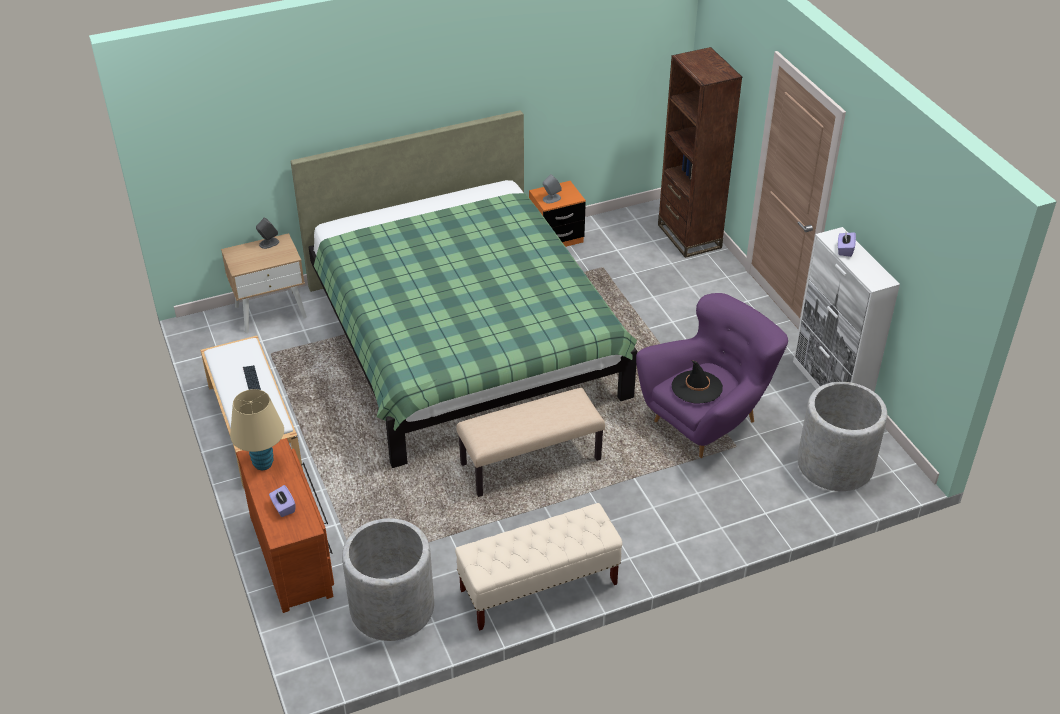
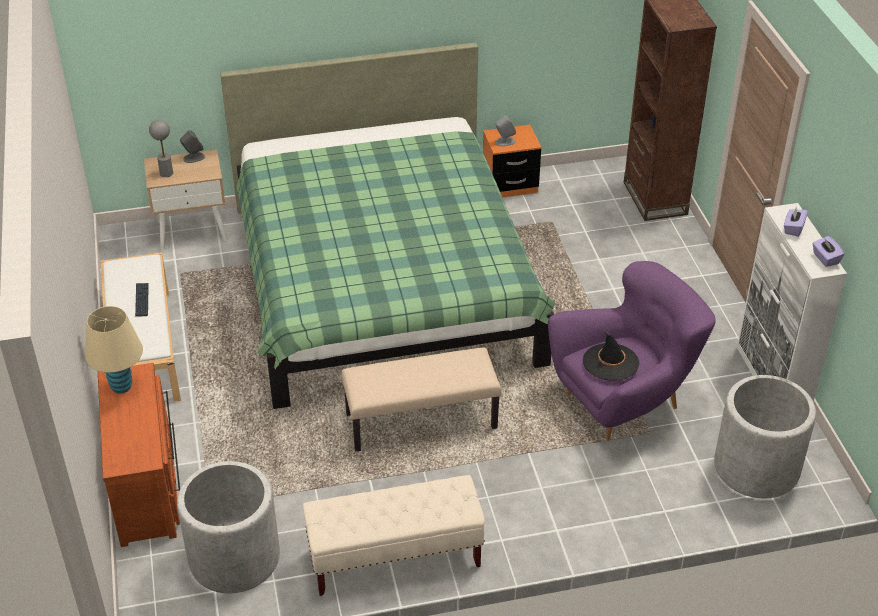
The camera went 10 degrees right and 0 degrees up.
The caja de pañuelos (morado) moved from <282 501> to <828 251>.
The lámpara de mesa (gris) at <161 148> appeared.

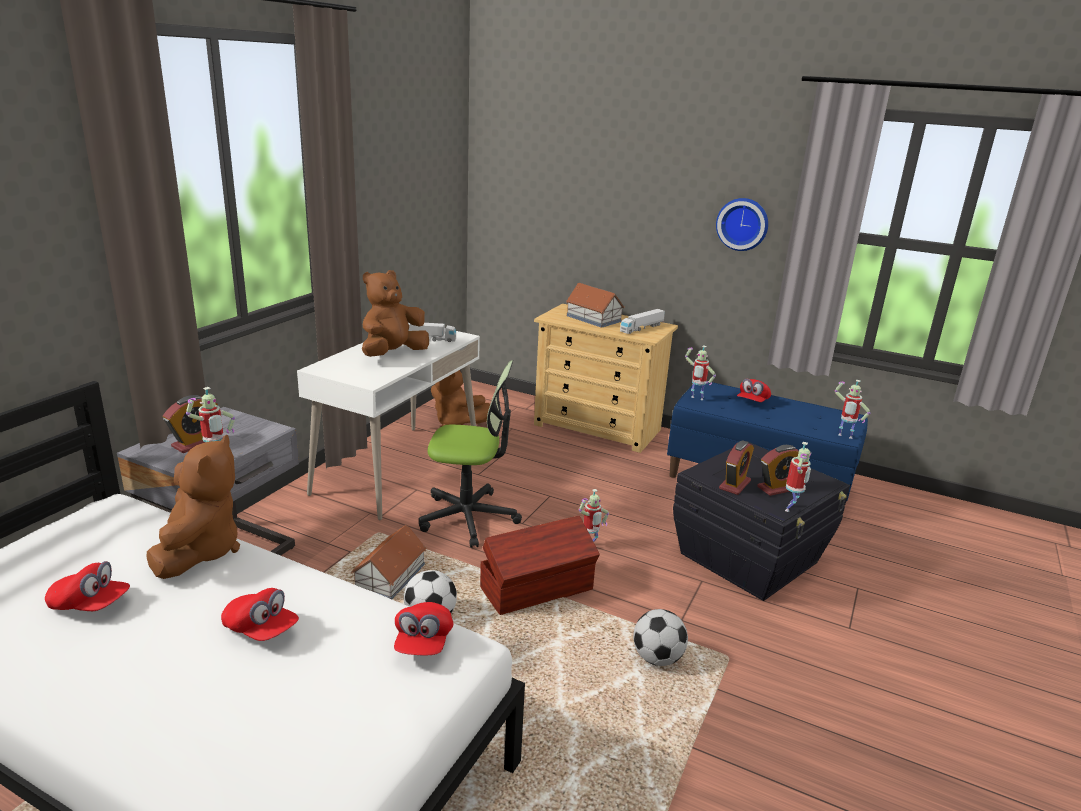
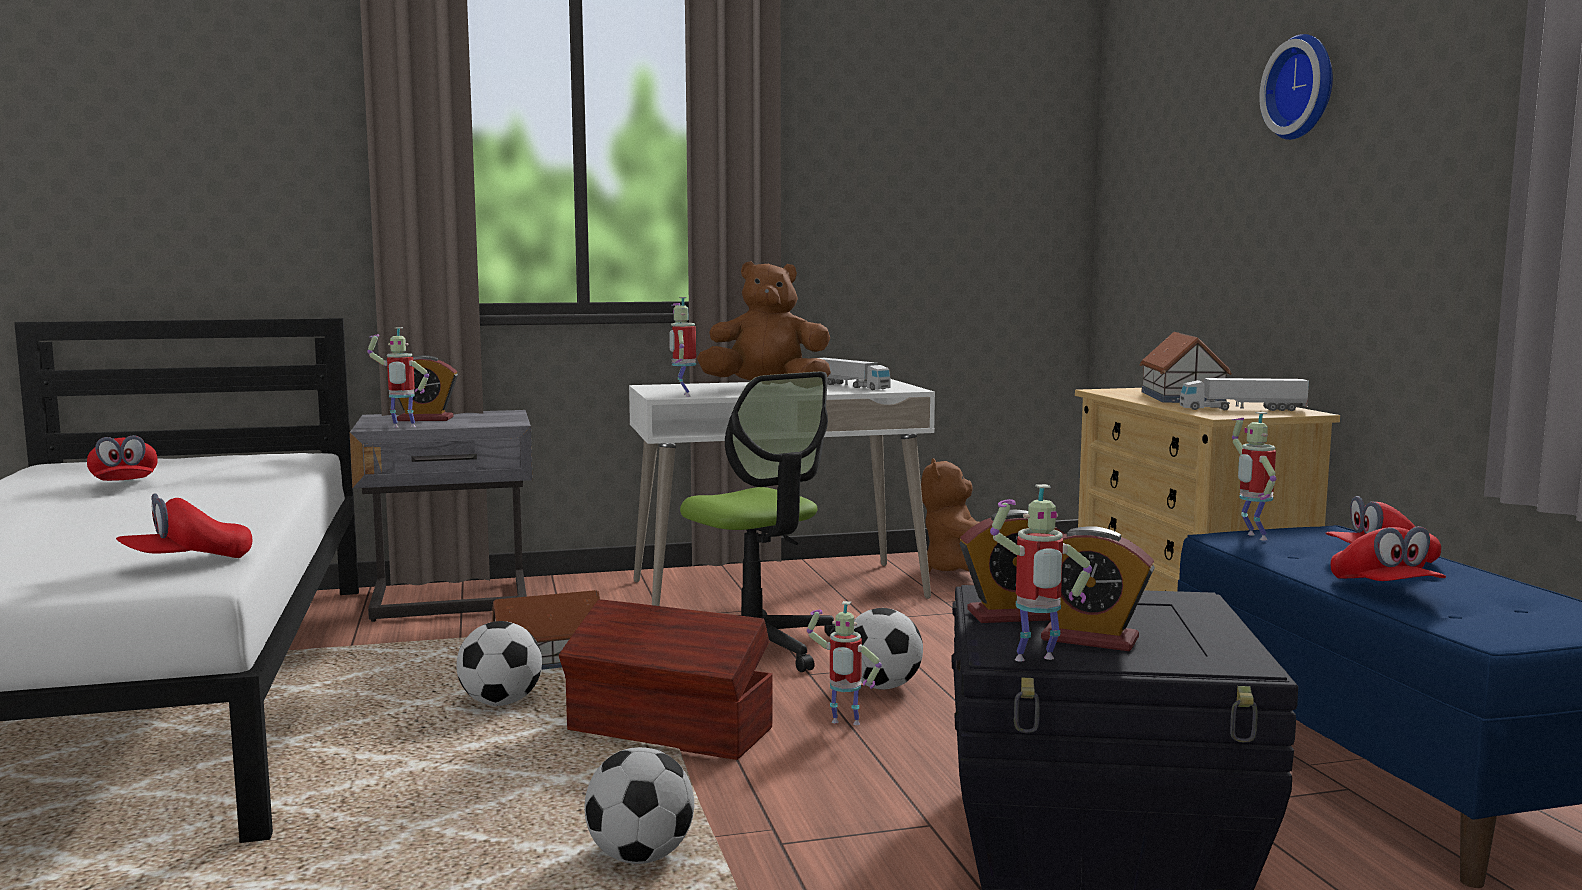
The camera went 50 degrees right and 15 degrees down.
The reloj de pared moved from <742 224> to <1296 87>.
The robot de juguete moved from <852 409> to <682 347>.
The peluche (marrón) at <193 507> disappeared.
The gorra (rojo) moved from <260 614> to <1388 553>.
The balón de fútbol at <888 648> appeared.

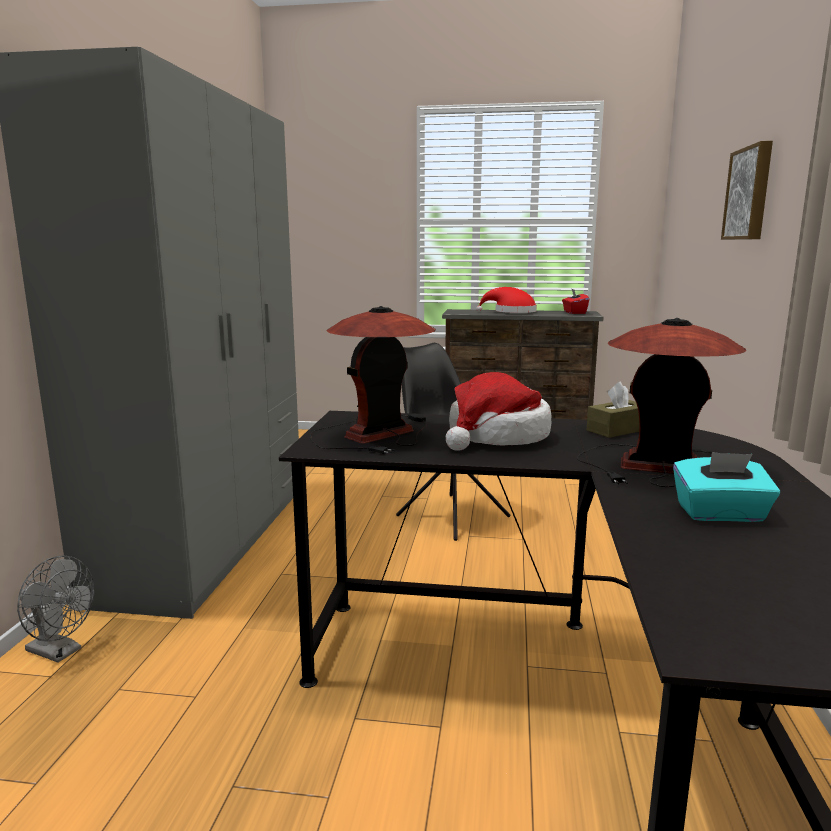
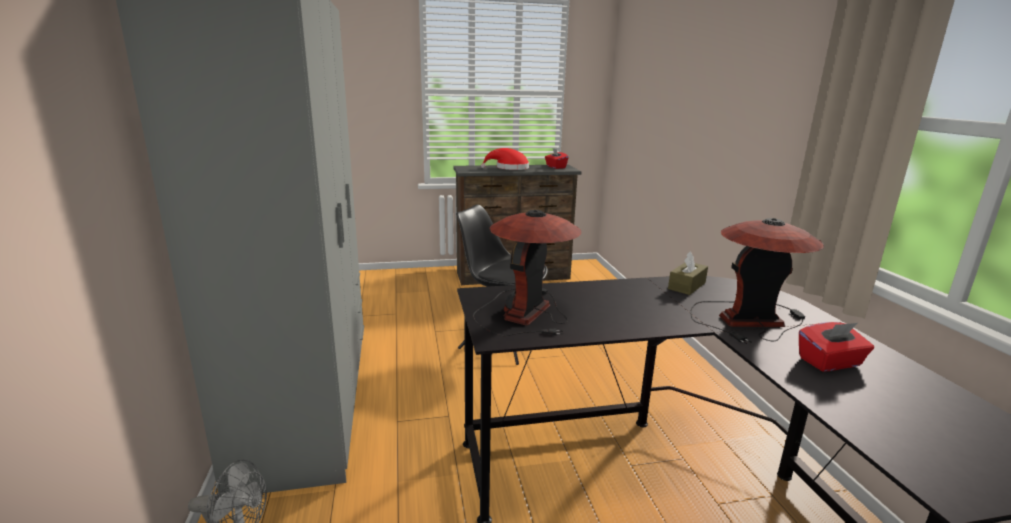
The camera went 20 degrees left and 5 degrees up.
The cuadro at <747 190> disappeared.
The sombrero at <498 411> disappeared.
The caja de pañuelos (turquesa) at <726 487> became the caja de pañuelos (rojo) at <836 346>.

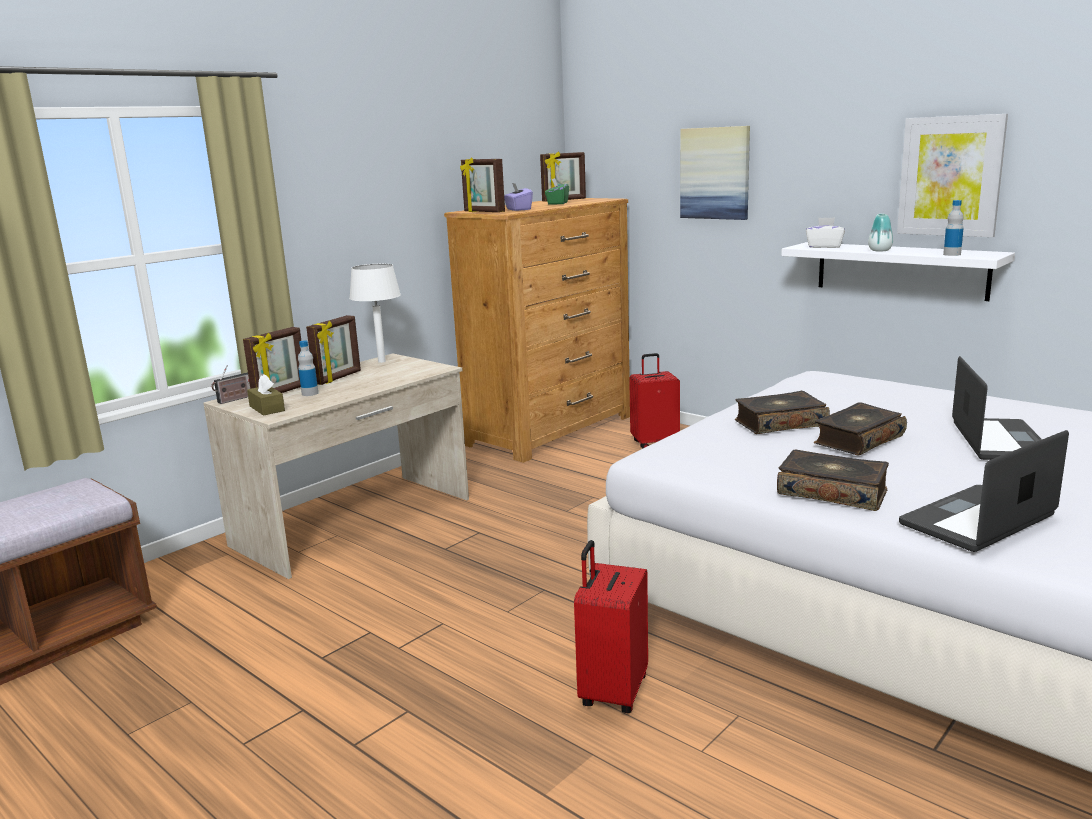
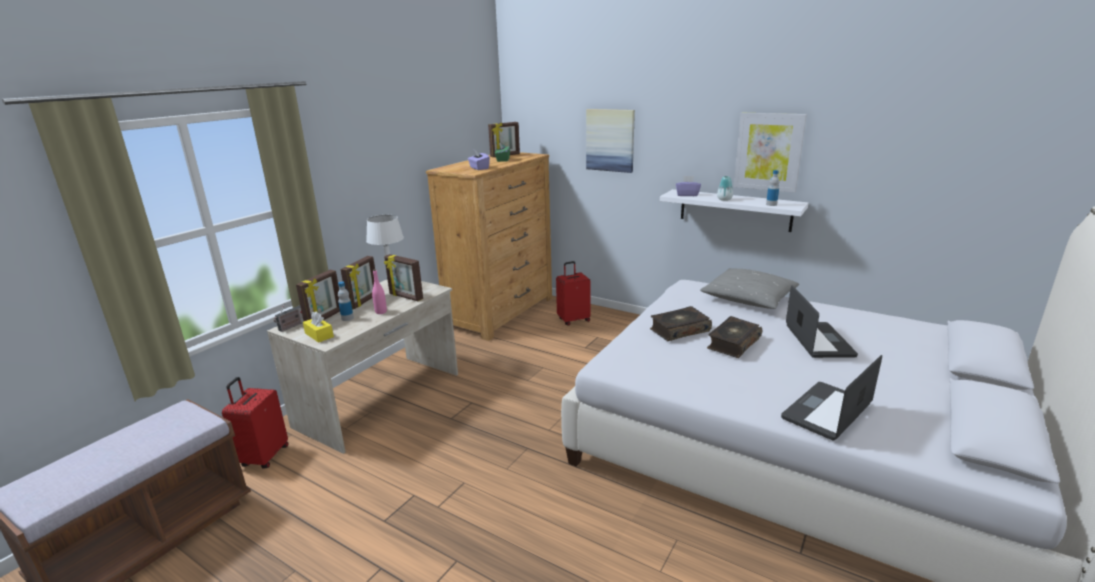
The camera went 10 degrees left and 5 degrees up.
The portarretratos moved from <482 184> to <403 277>.
The caja de pañuelos (blanco) at <825 232> became the caja de pañuelos (morado) at <688 186>.
The caja de pañuelos (marrón) at <266 395> became the caja de pañuelos (amarillo) at <318 327>.
The libro at <833 480> disappeared.
The maleta (rojo) moved from <611 626> to <255 422>.
The cojín (gris) at <749 288> appeared.
The botella (rosa) at <379 291> appeared.

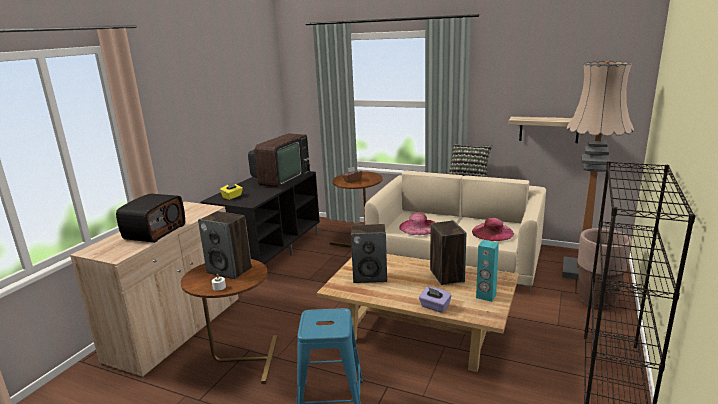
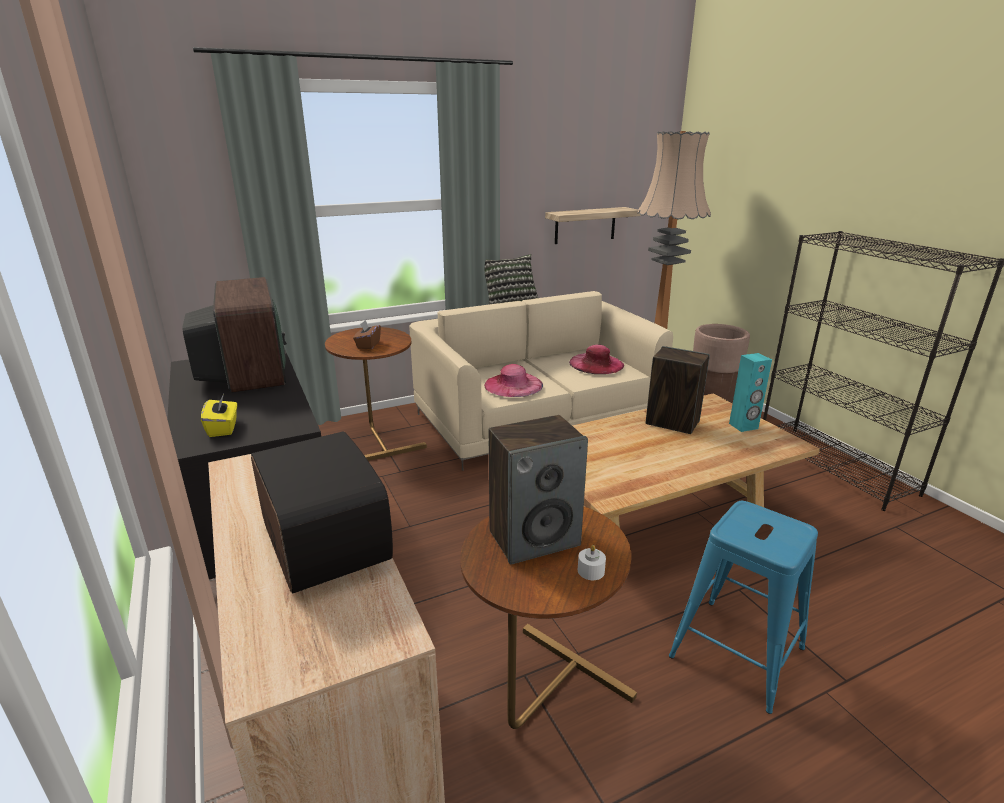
The camera went 50 degrees left and 5 degrees up.
The altavoz at <369 253> disappeared.
The caja de pañuelos (morado) at <435 300> disappeared.

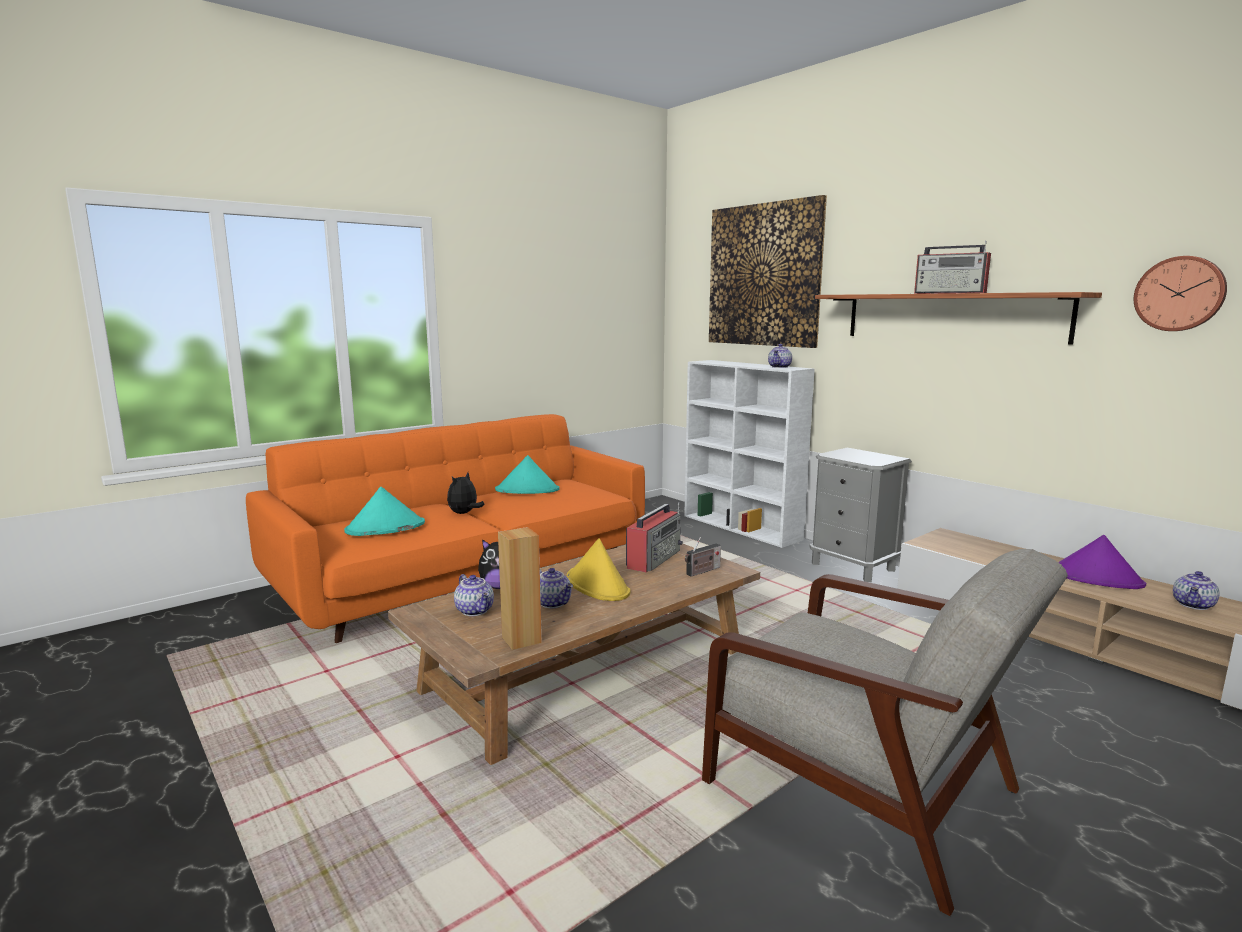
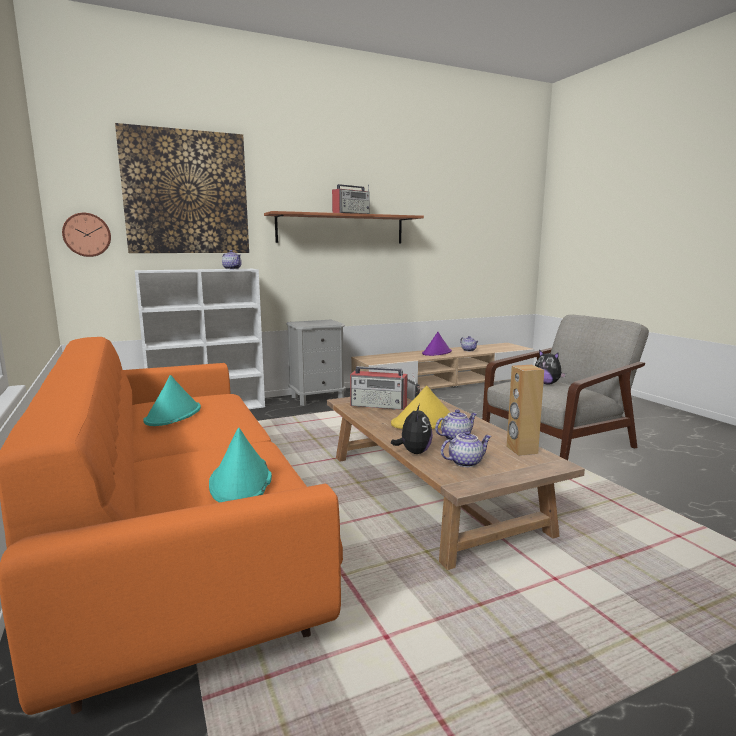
The camera went 75 degrees left and 0 degrees up.
The reloj de pared moved from <1180 293> to <86 235>.
The peluche moved from <466 493> to <550 367>.
The radio at <654 537> turned 150 degrees clockwise.

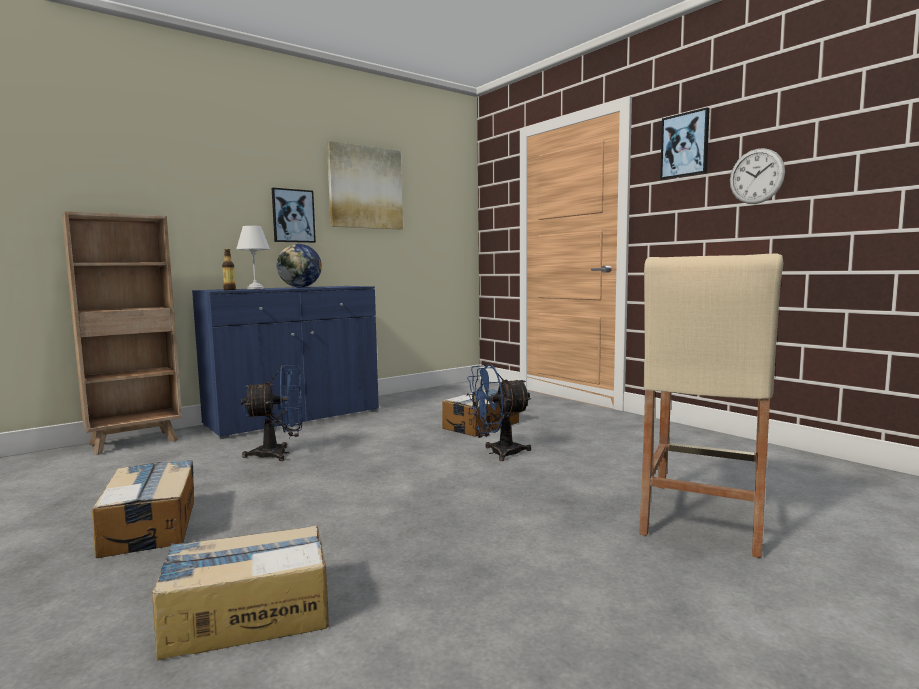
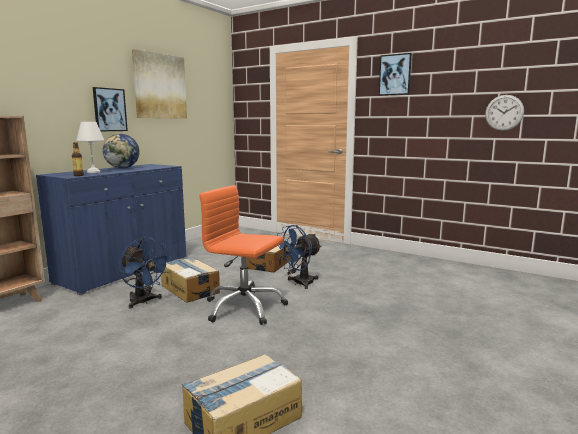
The camera went 20 degrees left and 5 degrees up.
The reloj de pared moved from <757 176> to <504 113>.
The taburete (beis) at <711 406> disappeared.
The ventilador (azul) at <271 413> turned 75 degrees clockwise.
The caja de cartón moved from <143 509> to <190 280>.
The silla de oficina (naranja) at <243 255> appeared.

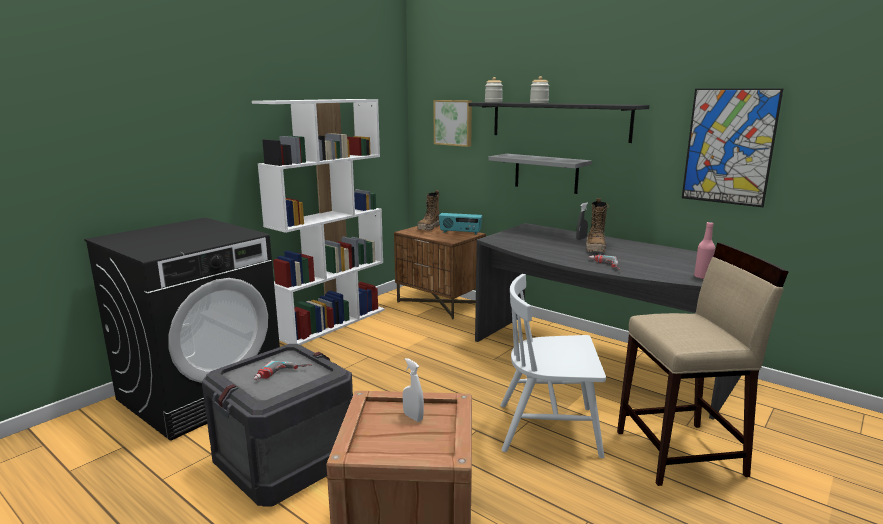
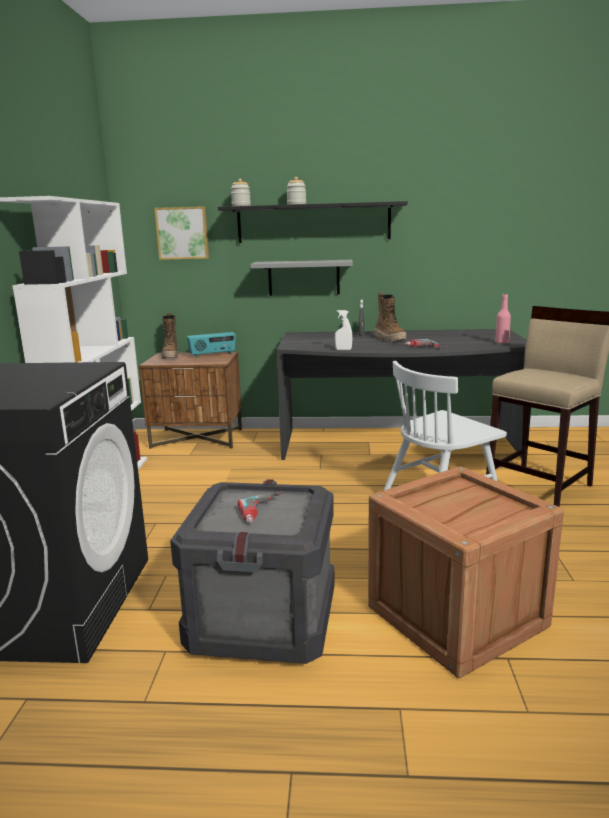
The camera went 35 degrees left and 0 degrees up.
The cuadro at <732 148> disappeared.
The pulverizador (blanco) moved from <413 390> to <343 330>.

